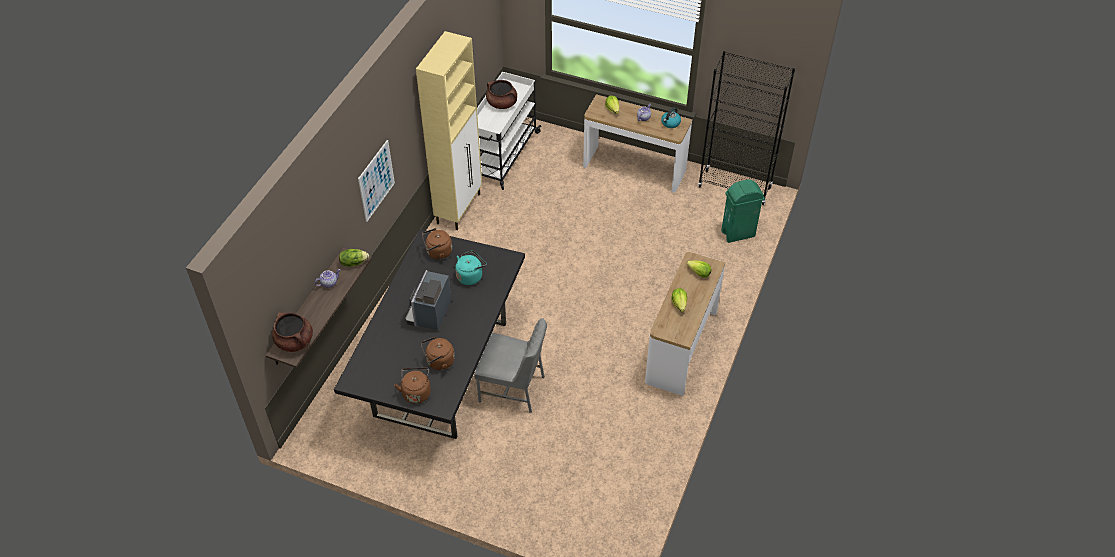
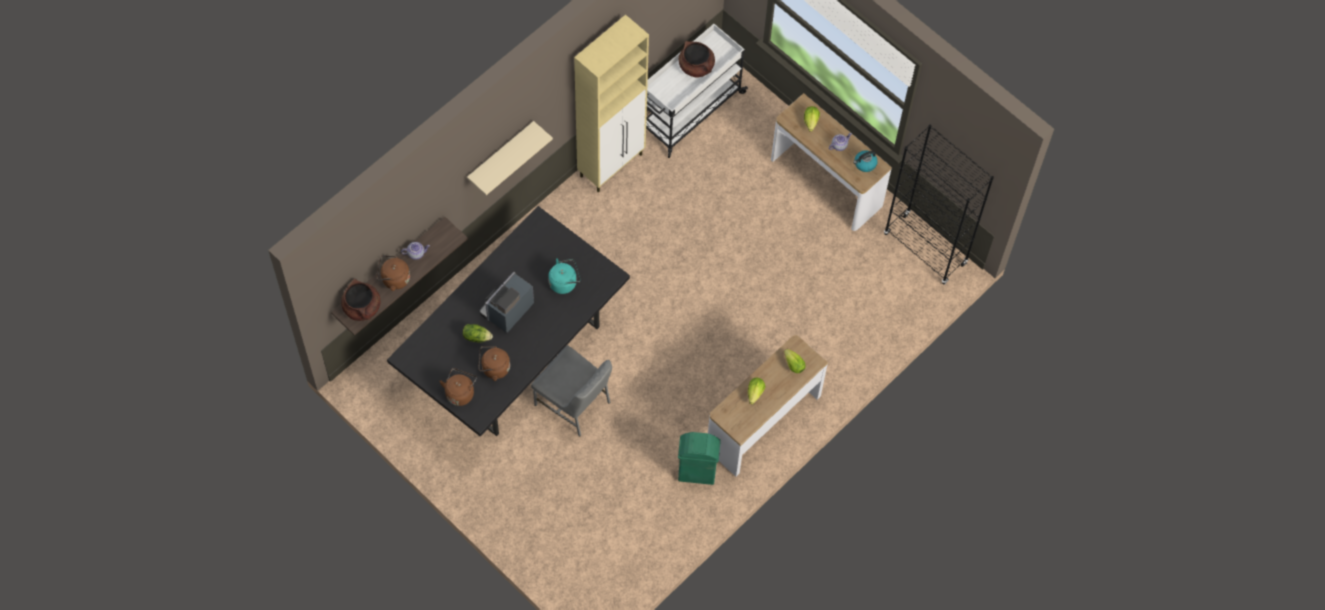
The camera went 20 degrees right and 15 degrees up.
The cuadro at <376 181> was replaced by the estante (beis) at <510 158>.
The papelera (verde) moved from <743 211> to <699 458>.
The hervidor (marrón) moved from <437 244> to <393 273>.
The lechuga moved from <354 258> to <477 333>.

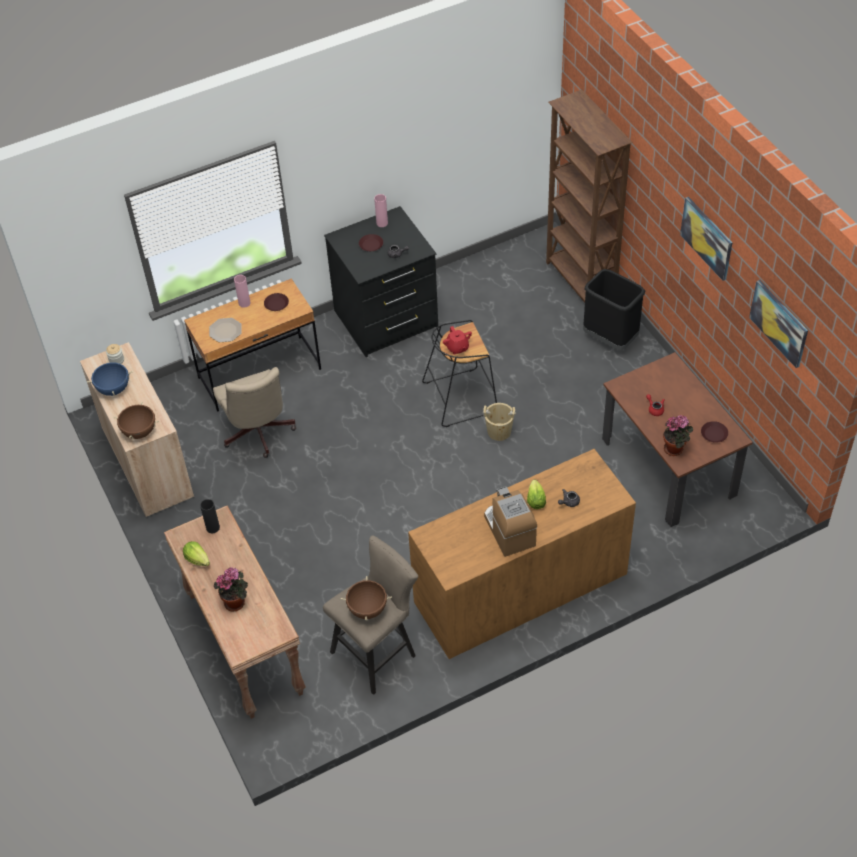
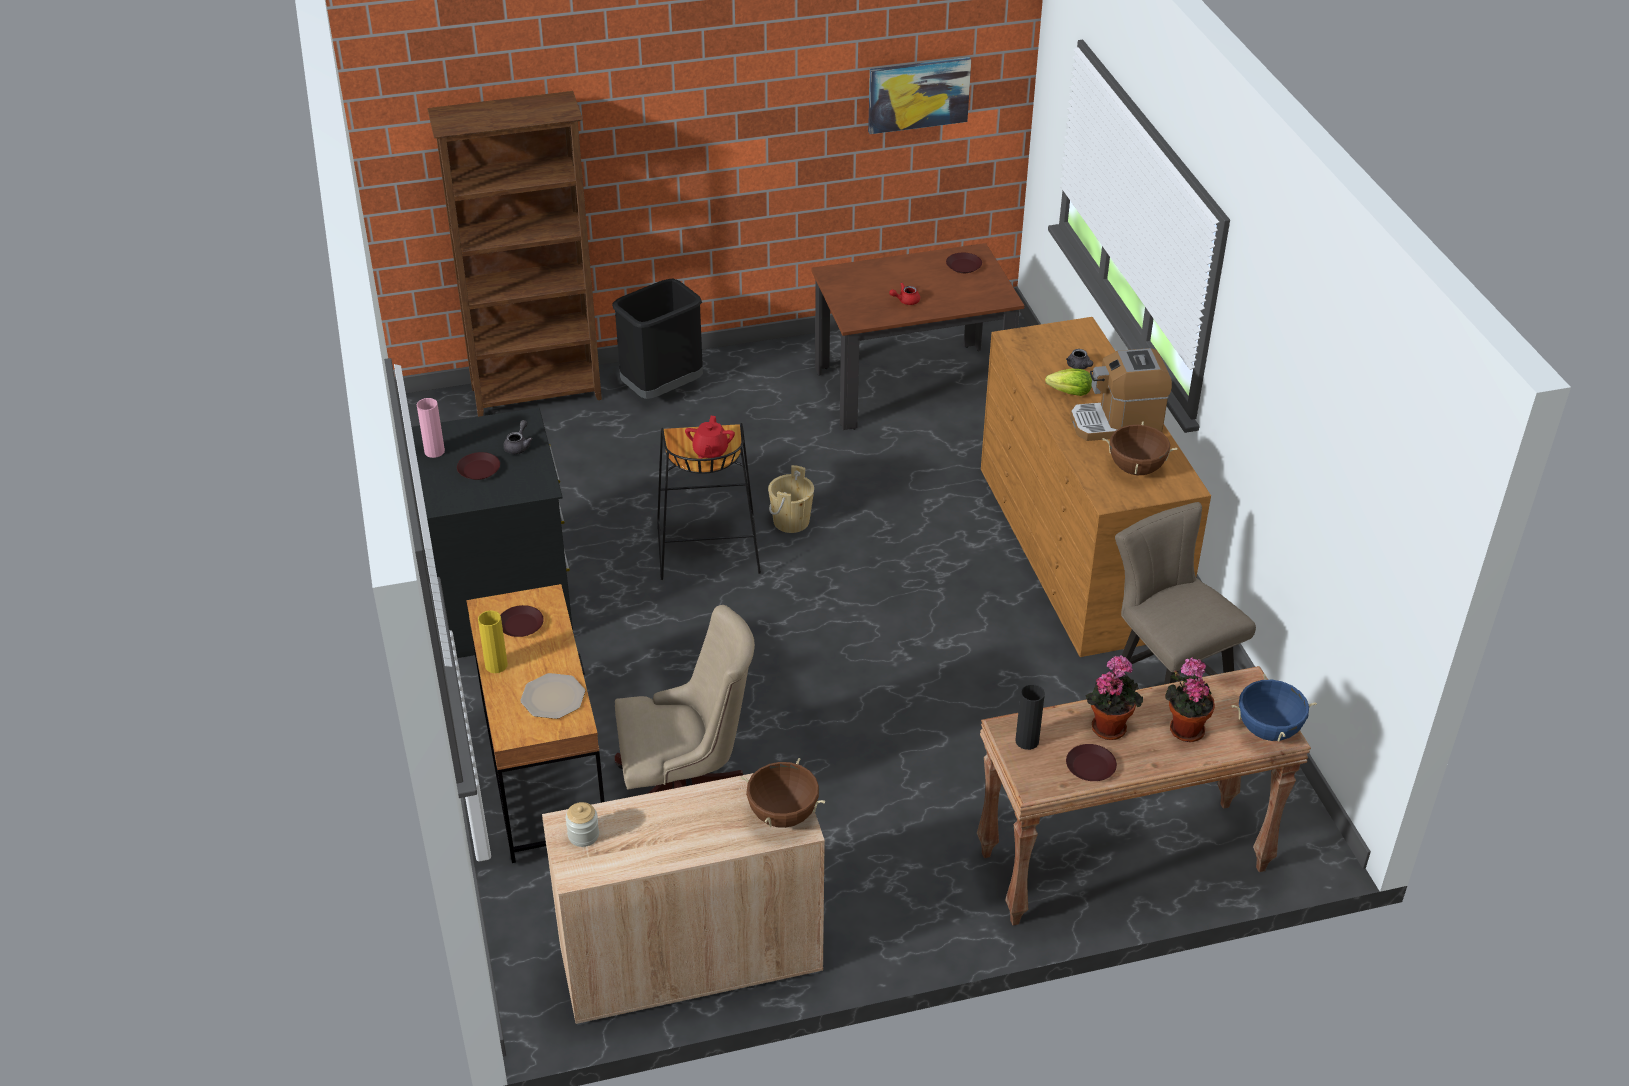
The camera went 80 degrees left and 10 degrees down.
The cuadro at <706 239> disappeared.
The florero (rosa) at <242 291> became the florero (amarillo) at <493 641>.
The tetera (rojo) at <457 340> turned 105 degrees clockwise.
The olla (azul) moved from <110 378> to <1274 708>.
The planta en maceta moved from <678 435> to <1114 697>.
The lechuga at <196 553> was replaced by the plato (marrón) at <1091 762>.
The olla (marrón) moved from <366 598> to <1140 448>.

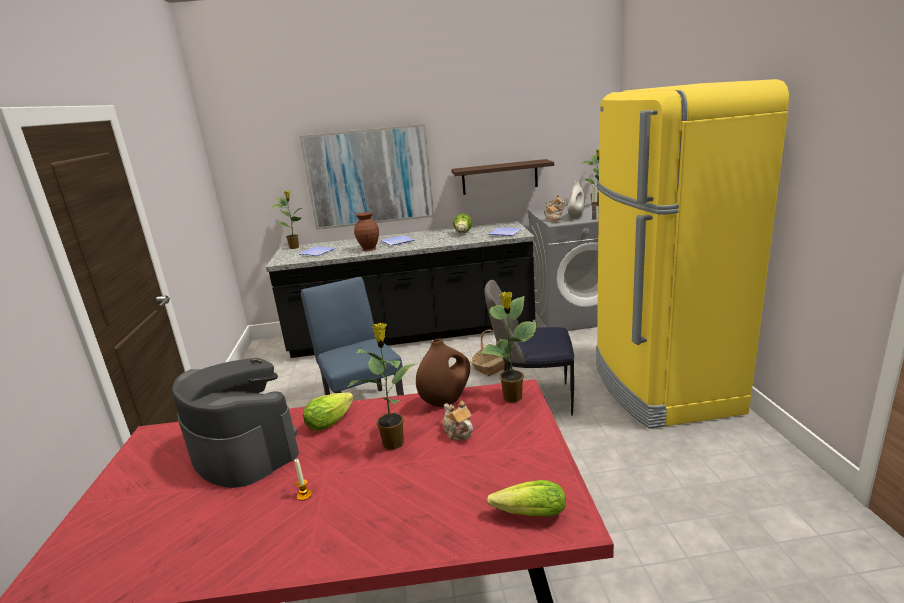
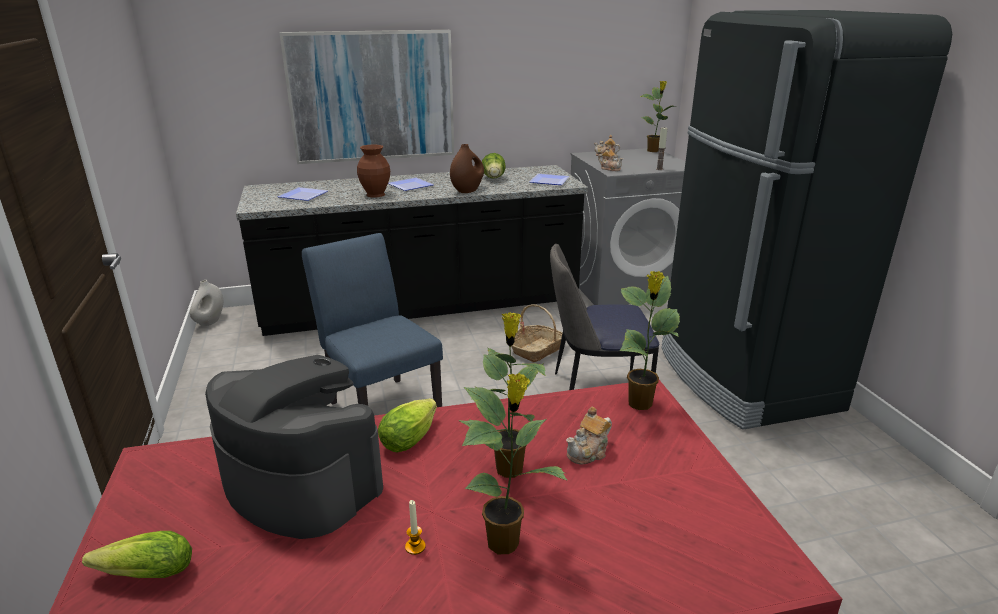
The camera went 10 degrees left and 5 degrees up.
The nevera (amarillo) at <692 254> became the nevera (negro) at <806 220>.
The estante at <502 177> disappeared.
The florero (blanco) moved from <576 200> to <206 303>.
The planta en maceta moved from <287 220> to <513 463>.
The florero (marrón) moved from <443 373> to <467 168>.
The tetera at <457 421> turned 90 degrees counterclockwise.
The lechuga moved from <526 498> to <137 554>.

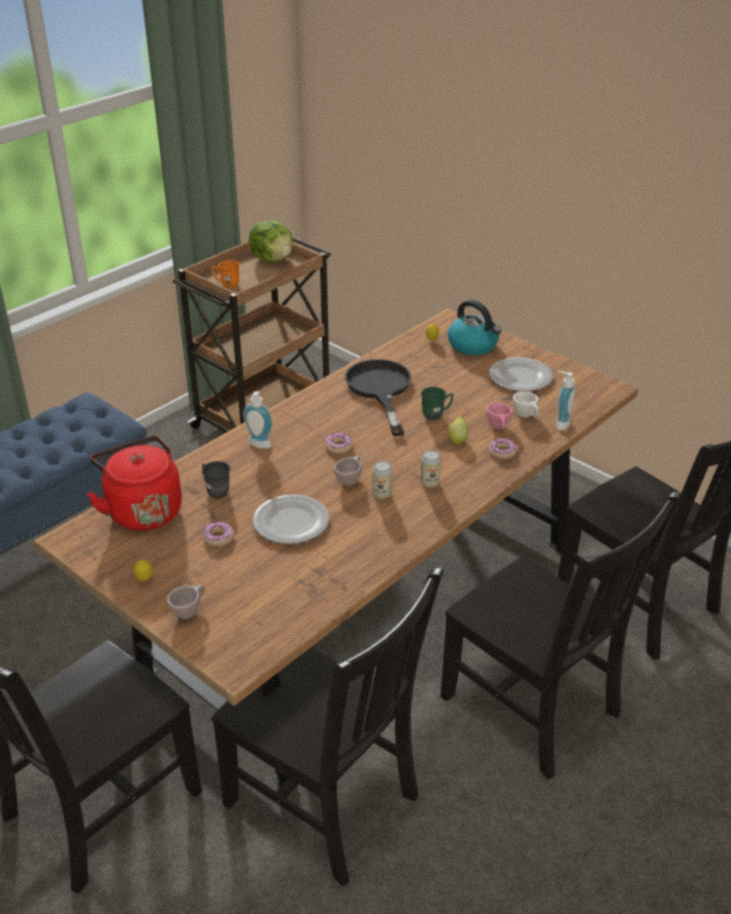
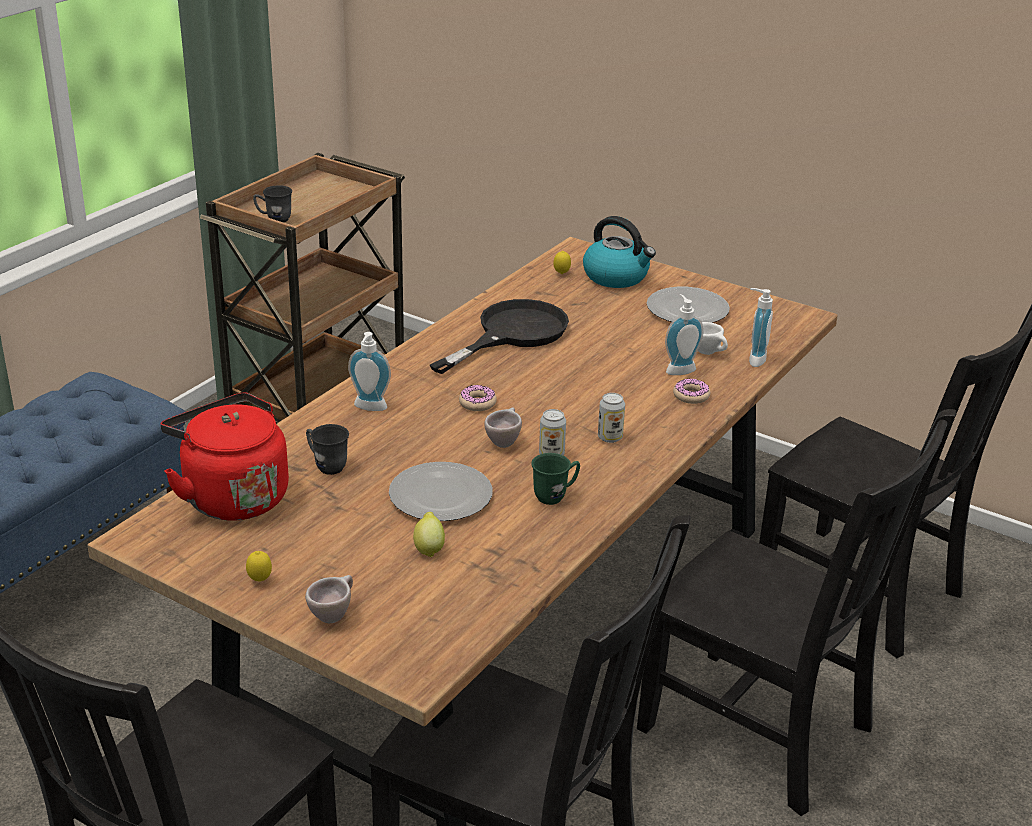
The camera went 10 degrees left and 5 degrees down.
The lechuga at <271 241> disappeared.
The taza grande (naranja) at <225 274> became the taza grande (gris) at <272 203>.
The sartén (negro) at <378 397> turned 60 degrees clockwise.
The taza grande (verde) moved from <437 403> to <555 479>.
The taza (rosa) at <499 416> was replaced by the dispensador de jabón at <684 334>.
The limón moved from <458 431> to <429 535>.
The rosquilla at <218 534> disappeared.

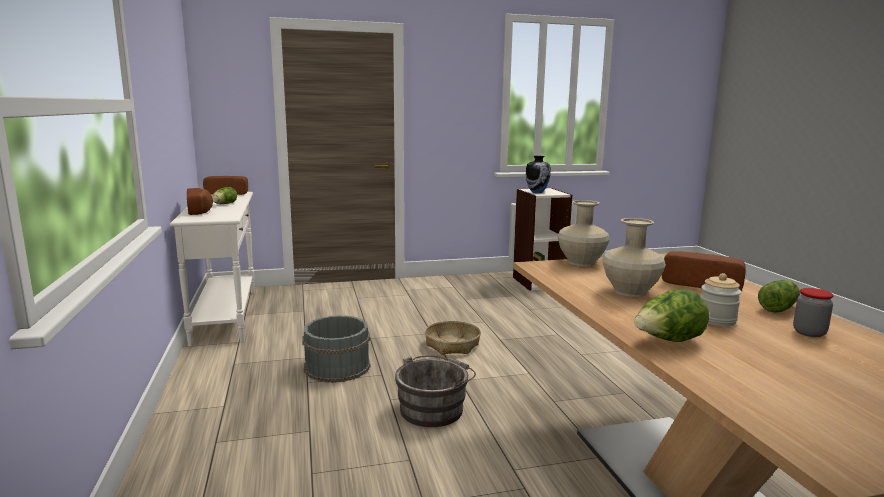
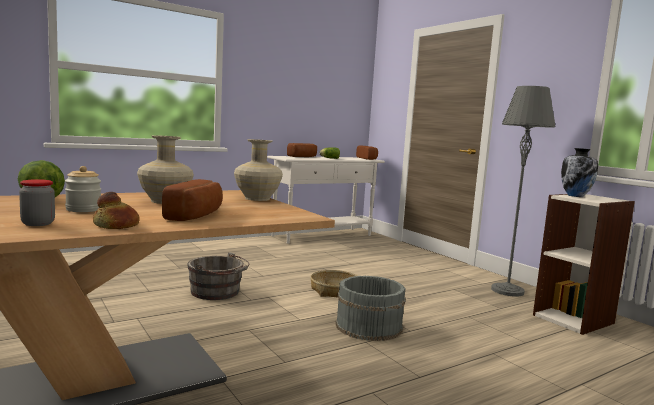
The camera went 70 degrees right and 5 degrees down.
The lechuga at <779 296> was replaced by the pan at <116 210>.
The cubo (gris) moved from <336 349> to <370 308>.
The lámpara de pie (gris) at <523 191> appeared.

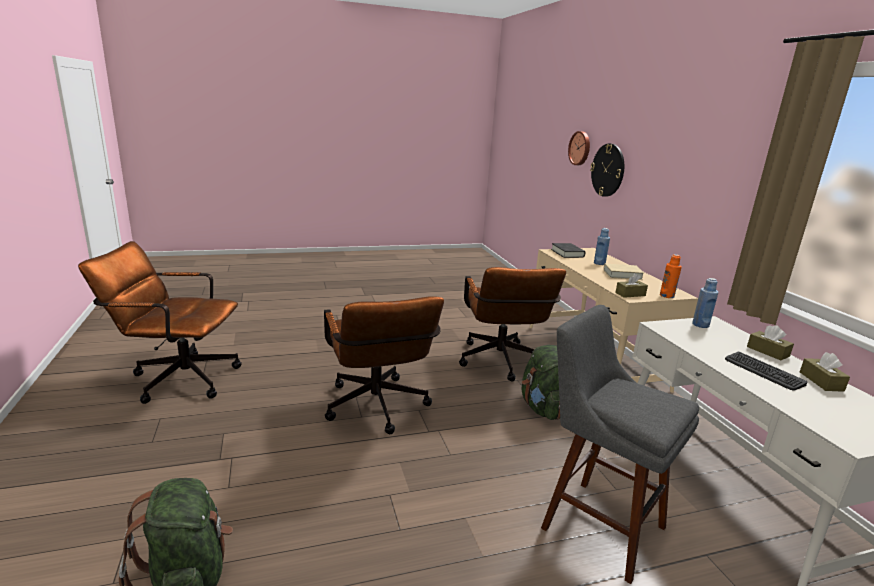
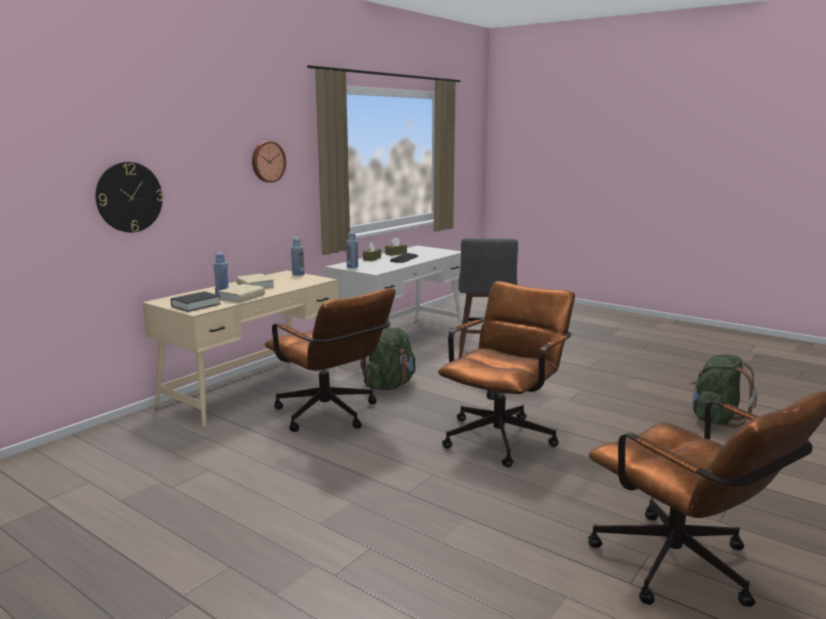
The camera went 125 degrees left and 5 degrees down.
The reloj de pared moved from <579 148> to <269 162>.
The botella (naranja) at <671 276> became the botella (azul) at <298 256>.
The silla de oficina (marrón) at <512 324> turned 90 degrees clockwise.
The caja de pañuelos (marrón) at <631 285> disappeared.
The libro (beis) at <241 293> appeared.

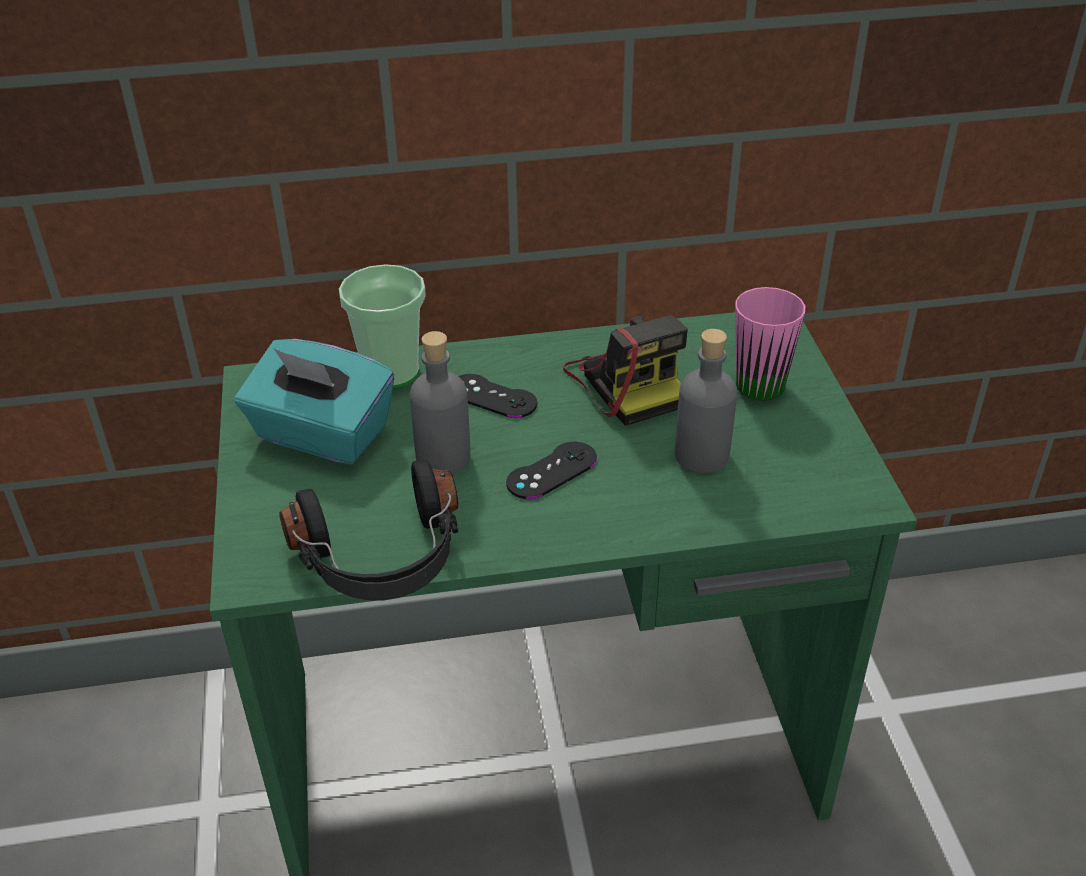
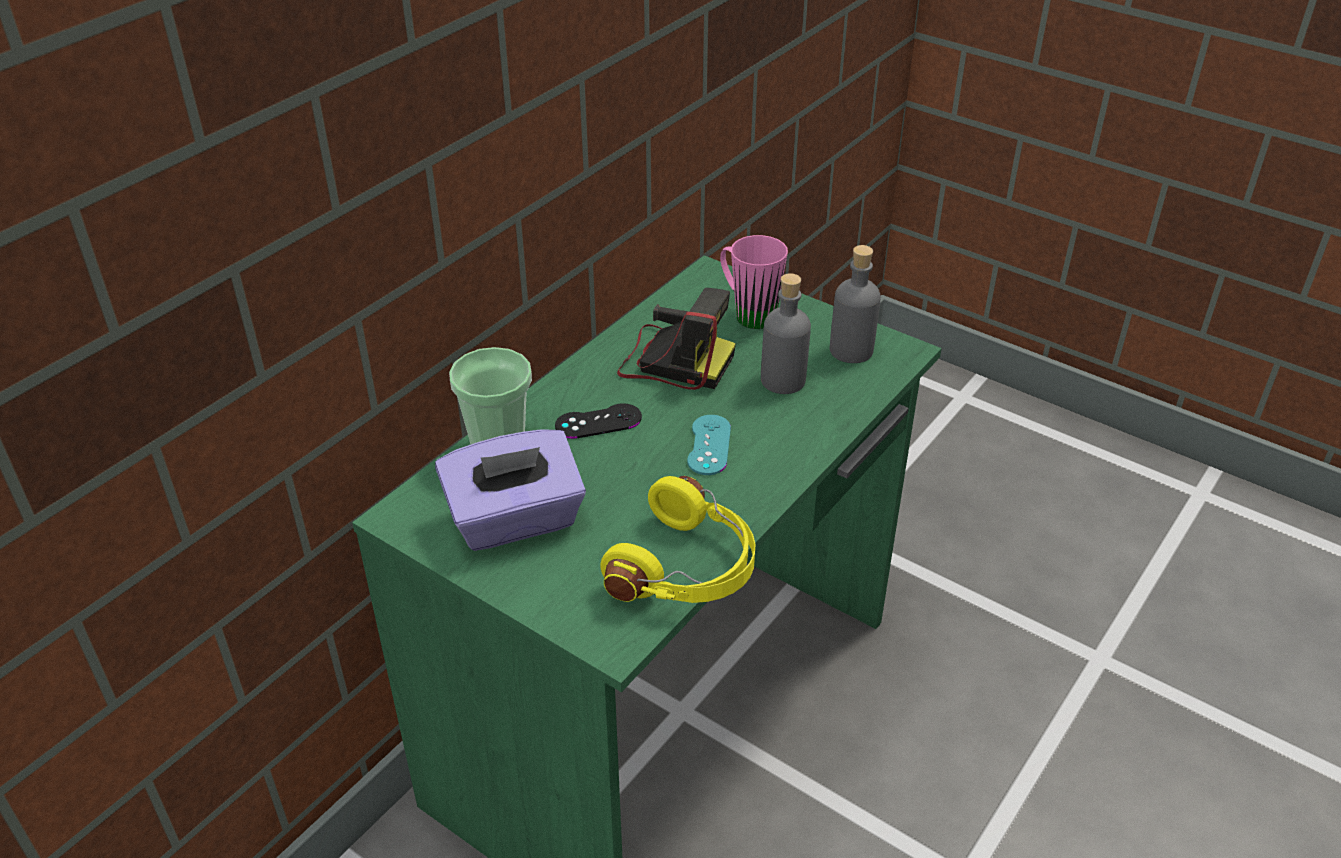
The camera went 45 degrees left and 0 degrees up.
The botella (gris) moved from <440 402> to <855 304>.
The caja de pañuelos (turquesa) at <314 401> became the caja de pañuelos (morado) at <510 490>.
The mando de consola (negro) at <551 470> became the mando de consola (turquesa) at <709 445>.
The auriculares (negro) at <368 530> became the auriculares (amarillo) at <678 539>.

